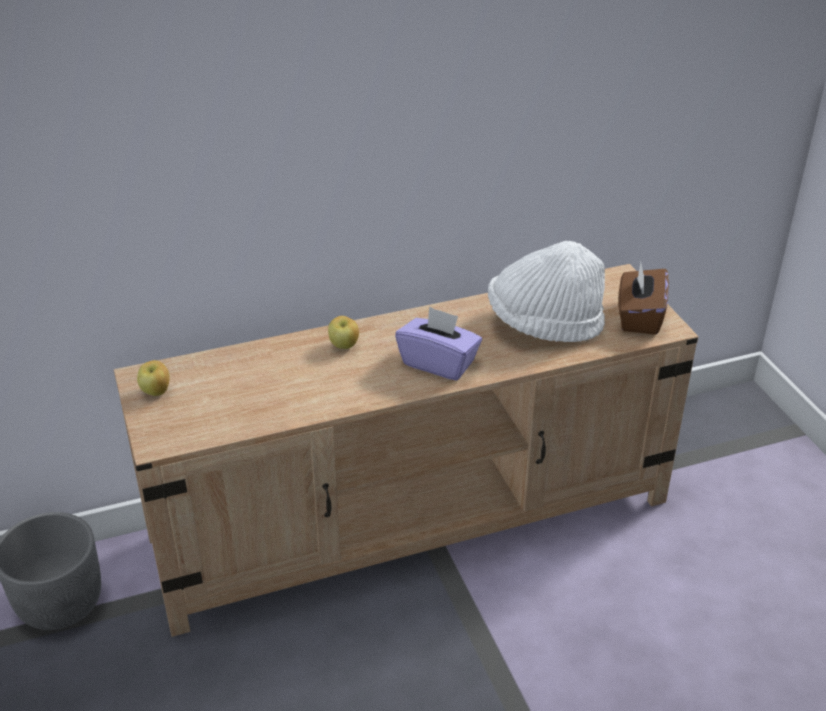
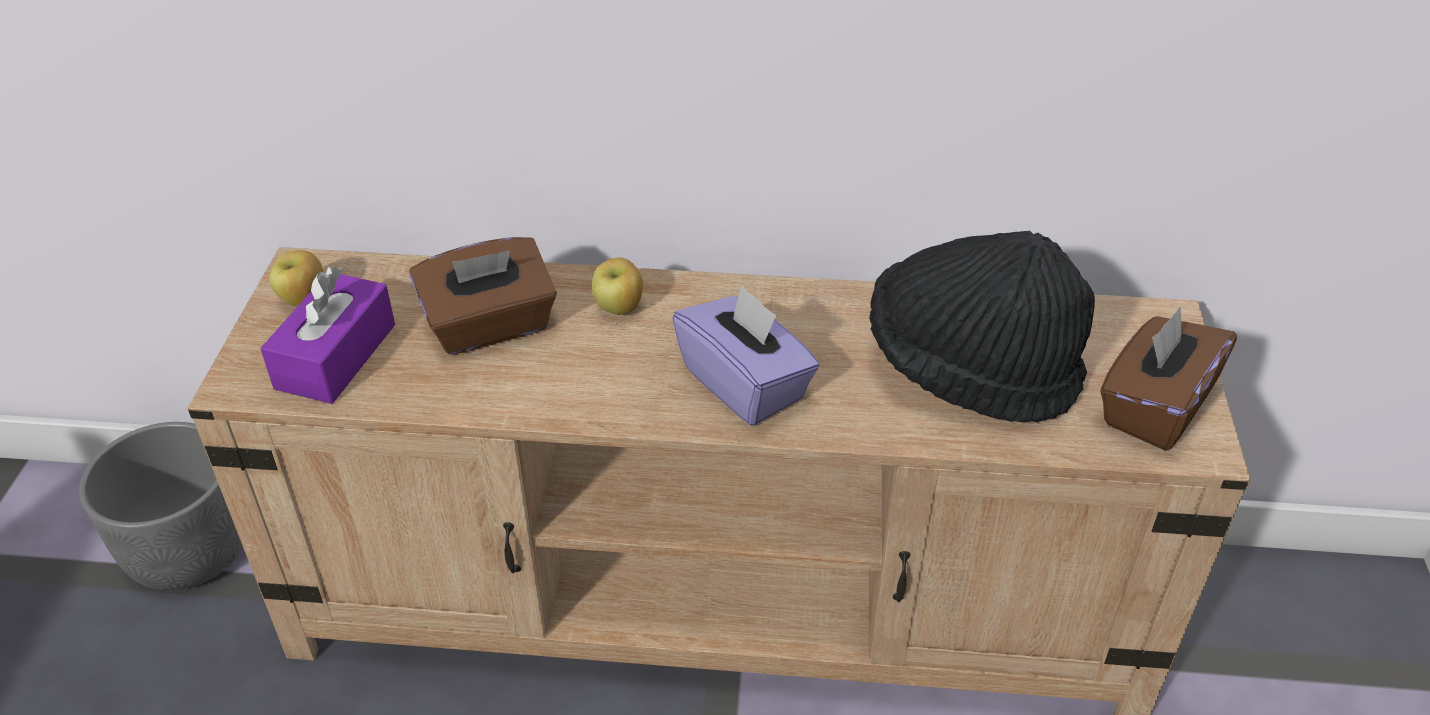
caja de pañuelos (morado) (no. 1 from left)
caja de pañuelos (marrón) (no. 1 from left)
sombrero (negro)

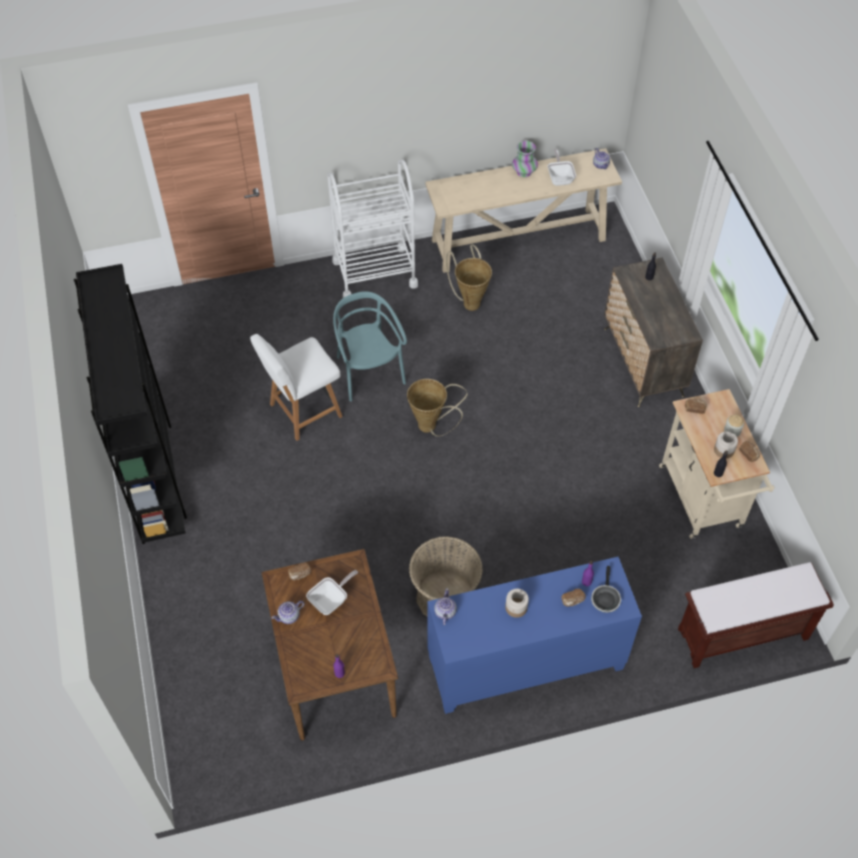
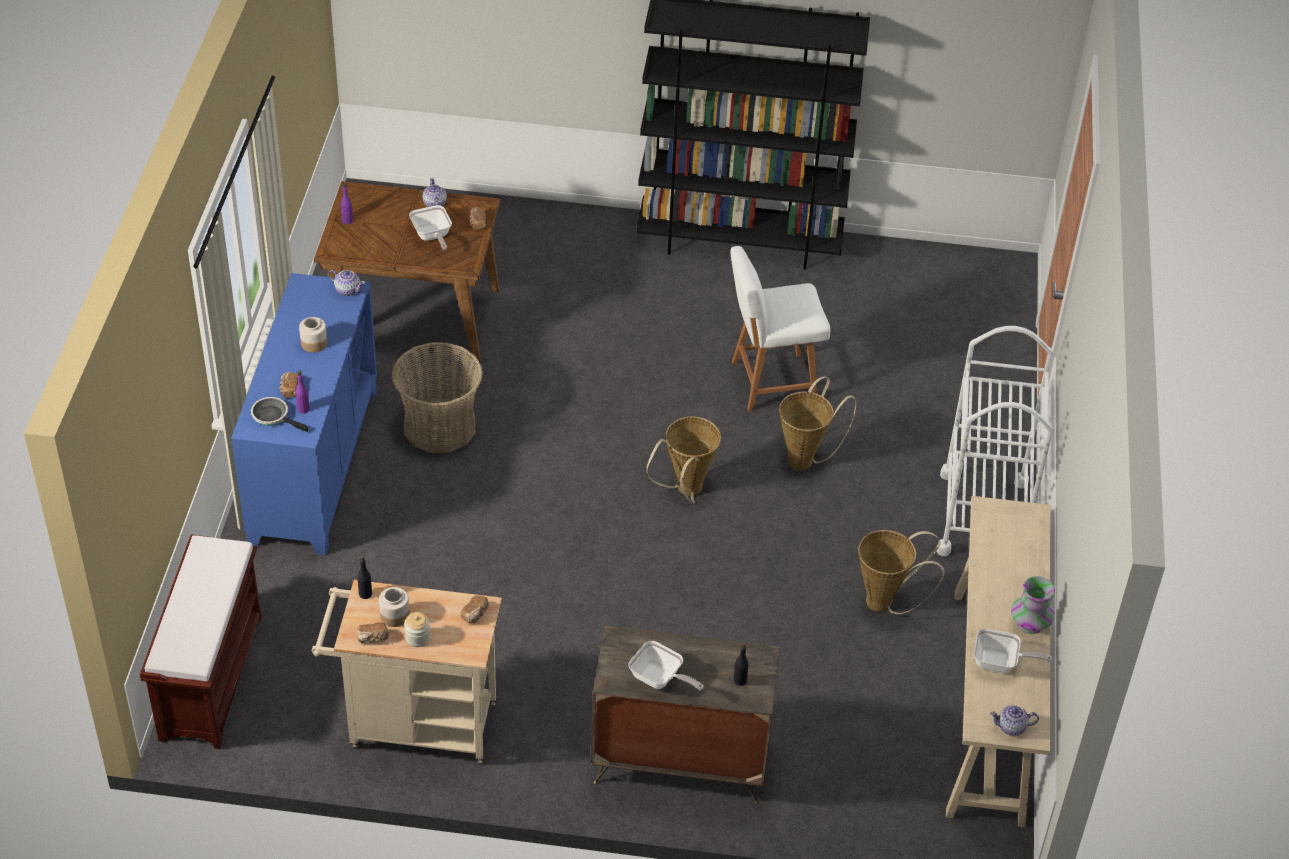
sartén (no. 3 from left)
cesta (no. 3 from left)
silla (blanco)

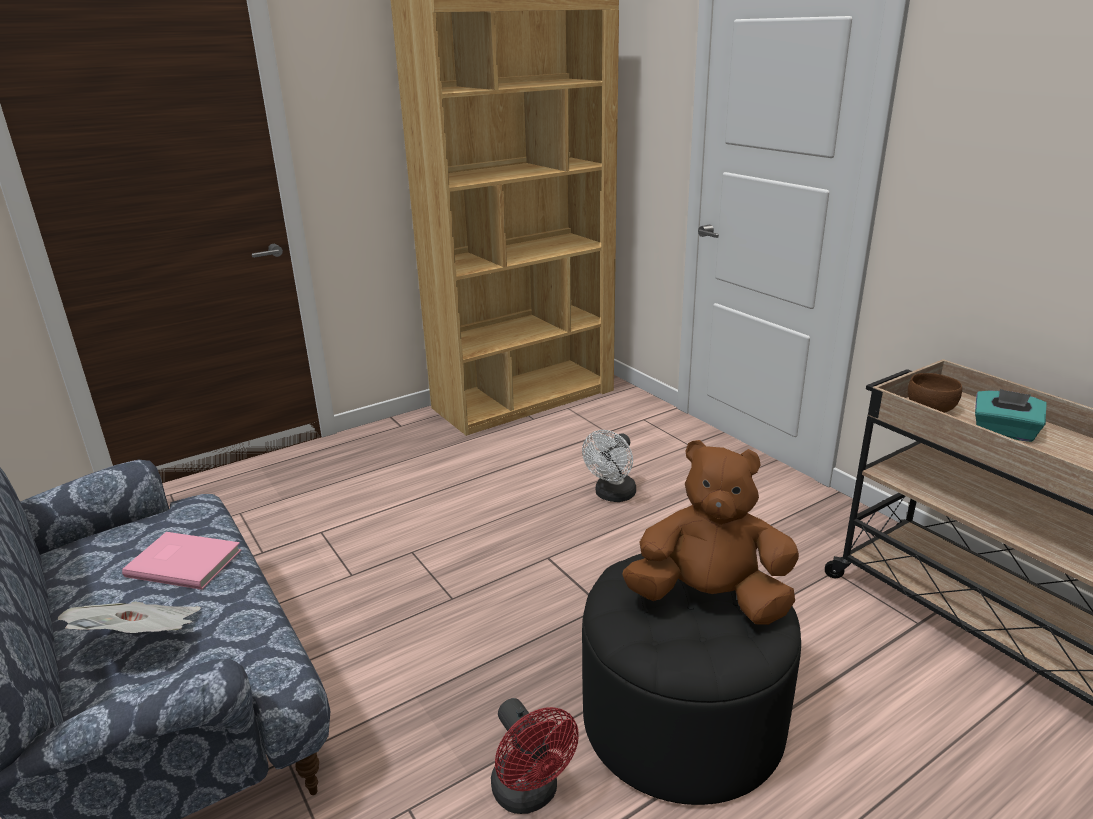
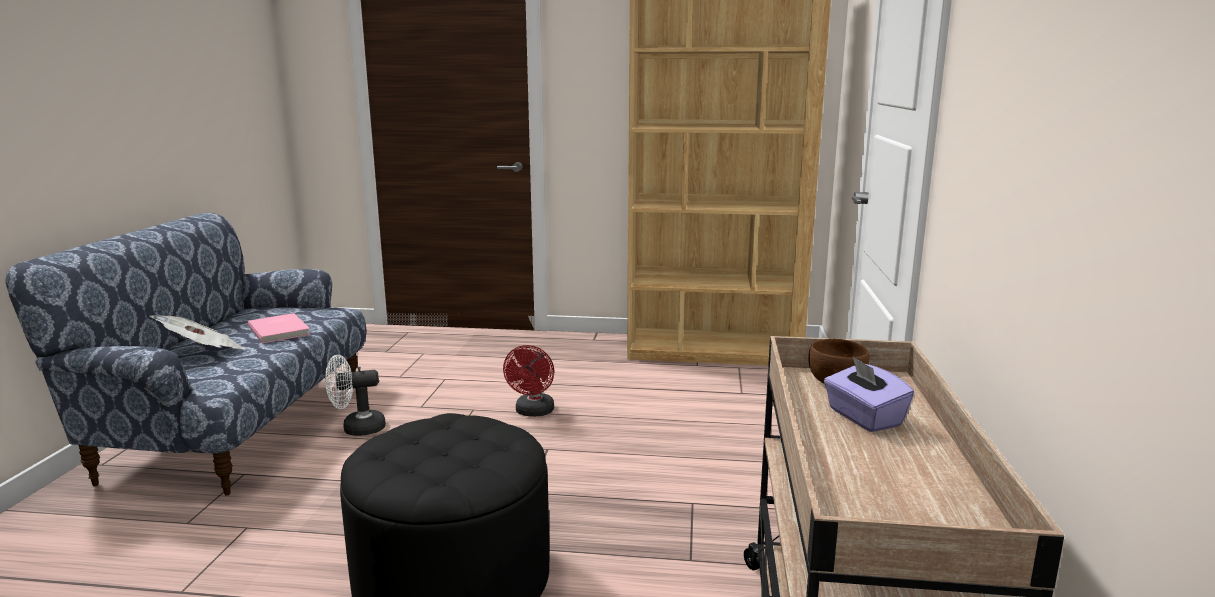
peluche (marrón)
ventilador (rojo)
ventilador (blanco)
caja de pañuelos (morado)

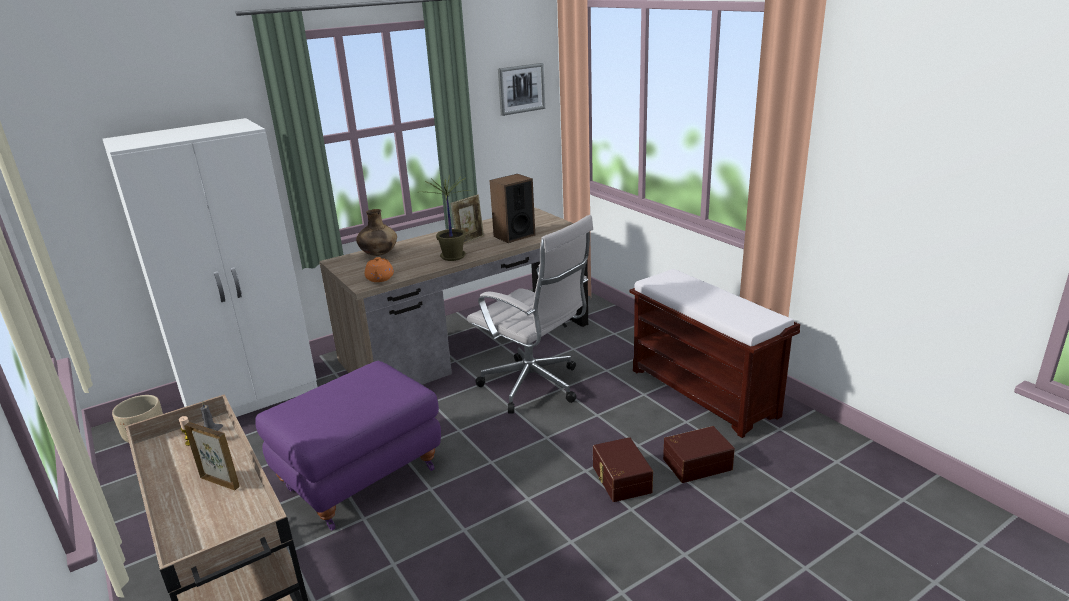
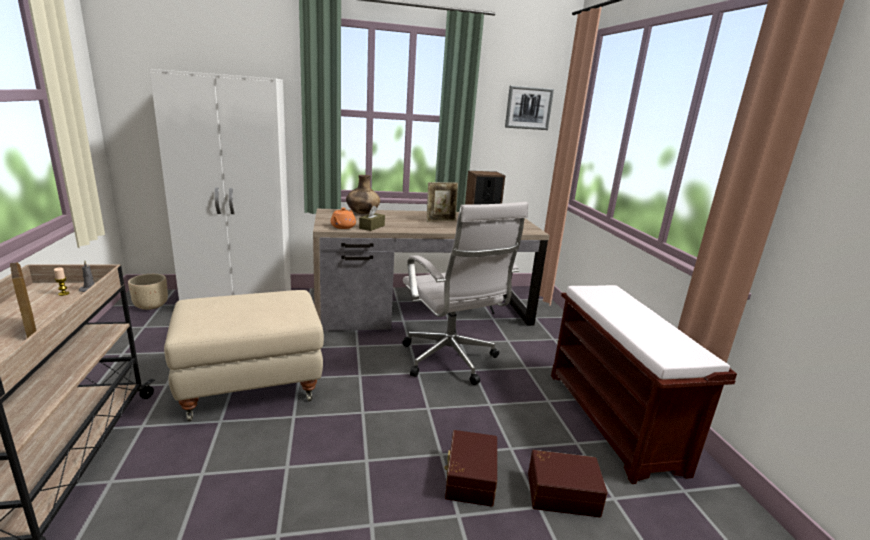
planta en maceta
caja de pañuelos (marrón)
puf (beis)

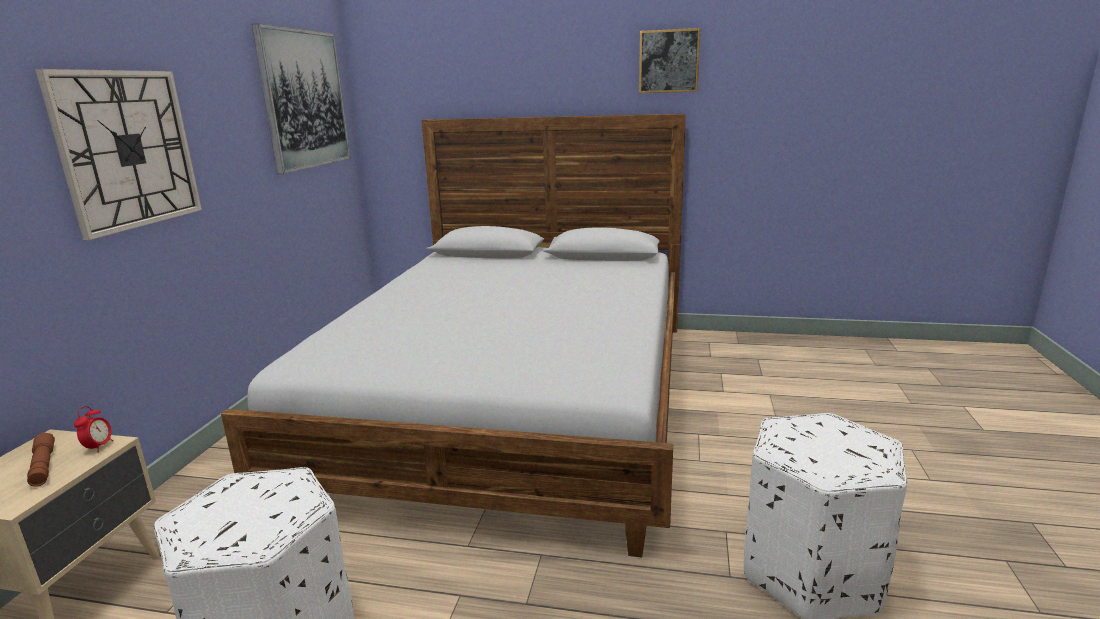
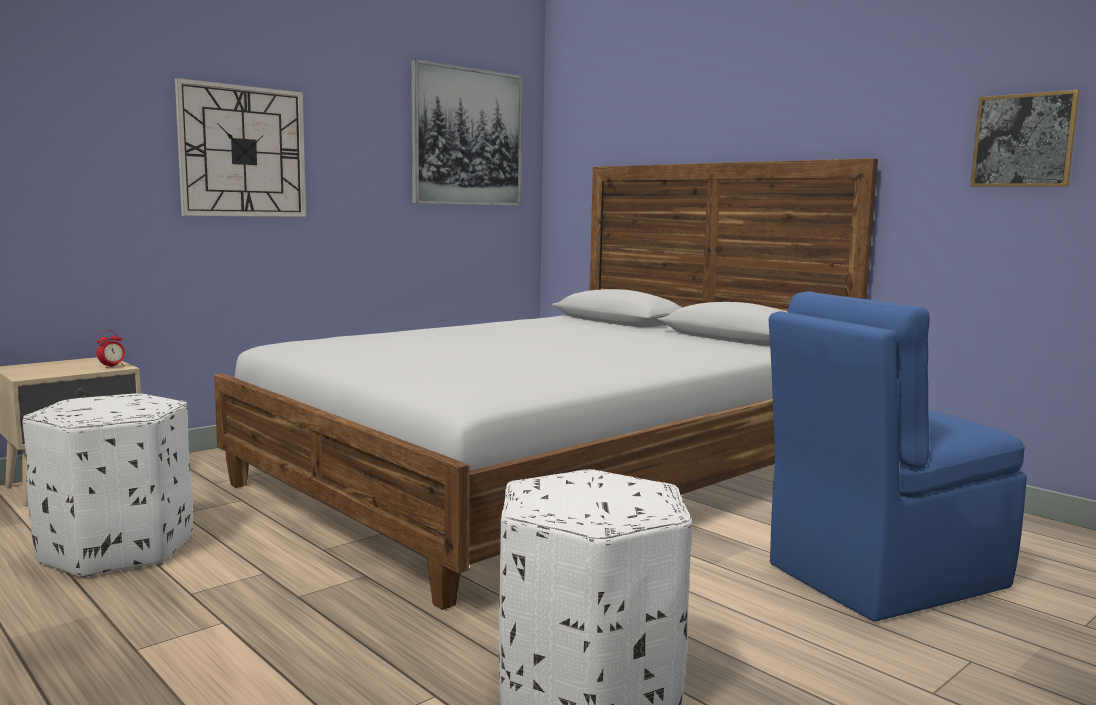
linterna (marrón)
silla (azul)
cuadro (no. 2 from left)

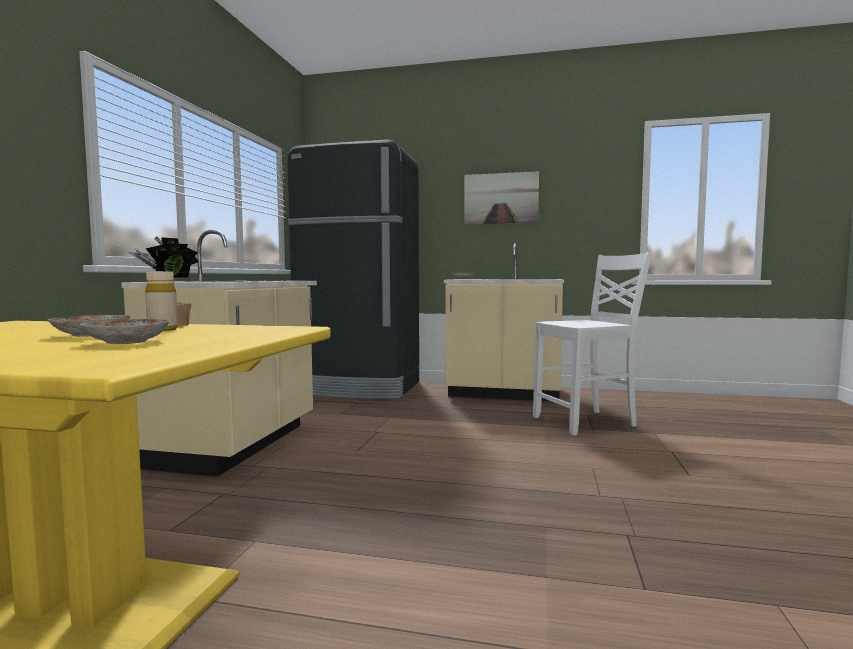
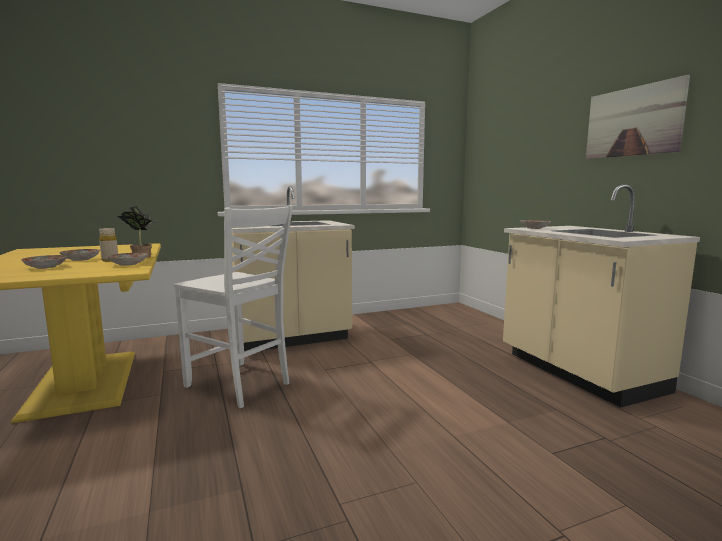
nevera (negro)
plato (no. 3 from left)
silla (blanco)

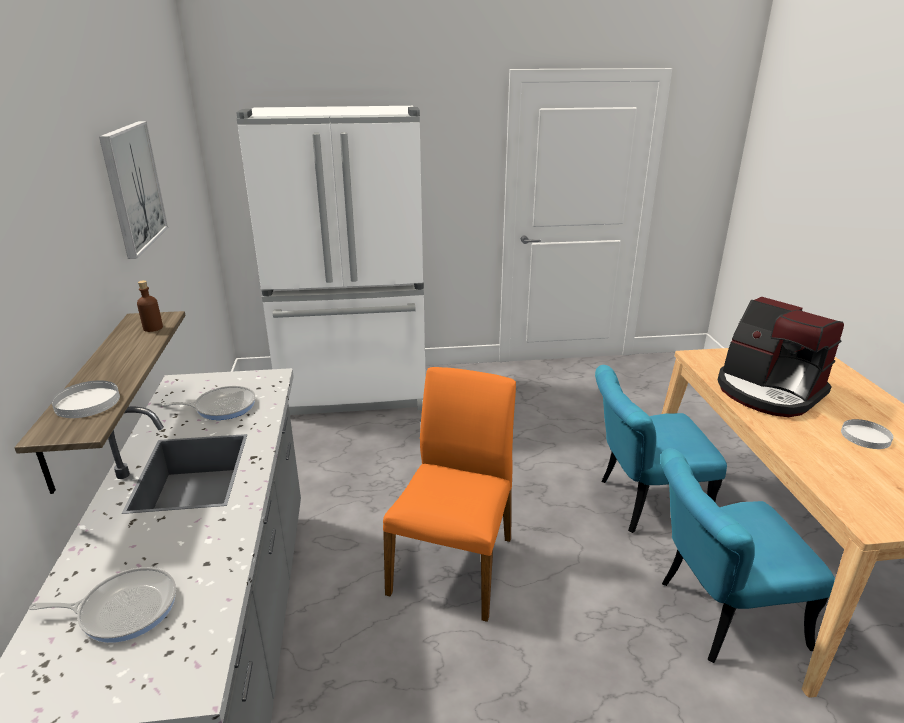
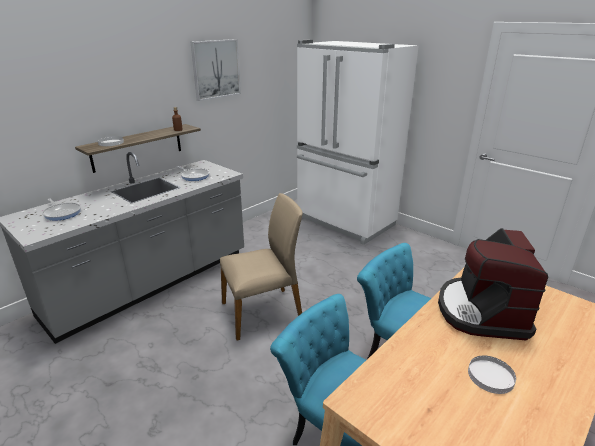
silla (beis)

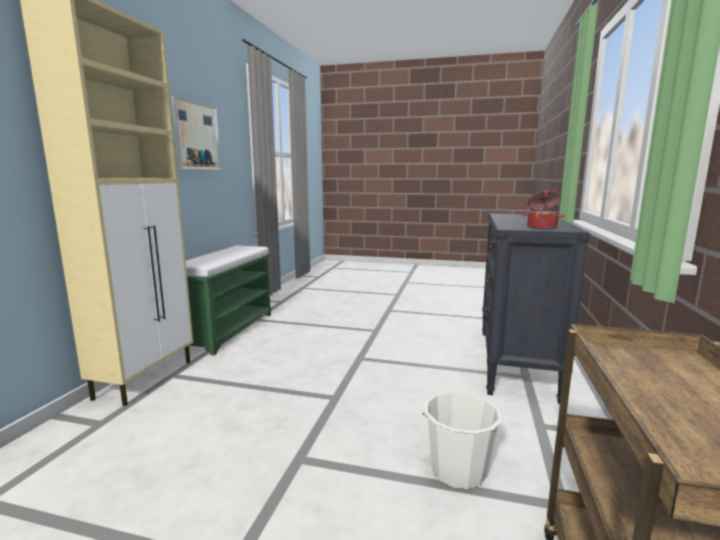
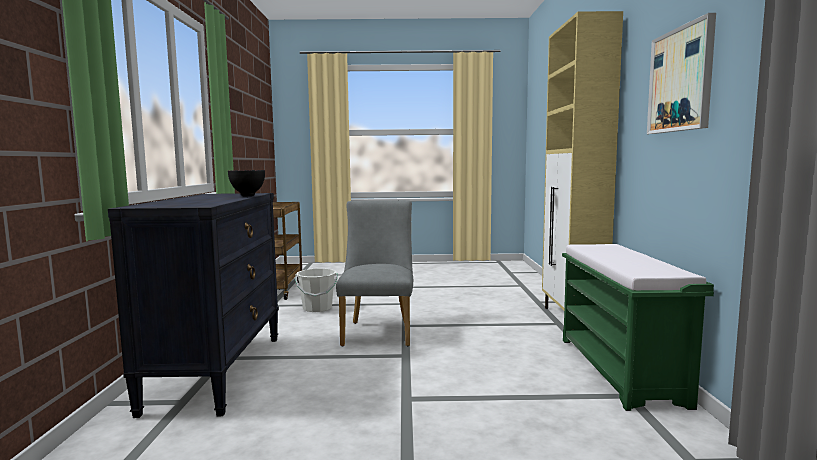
olla
cuenco (negro)
silla (gris)

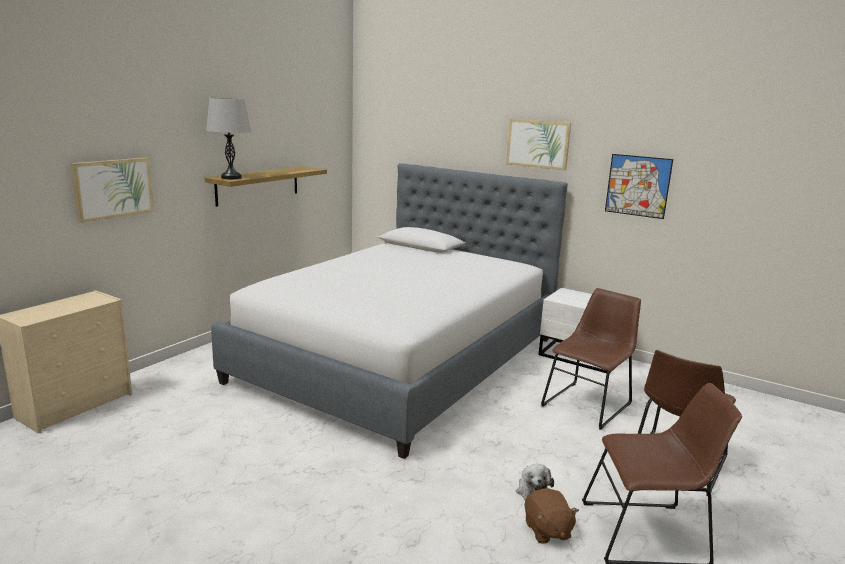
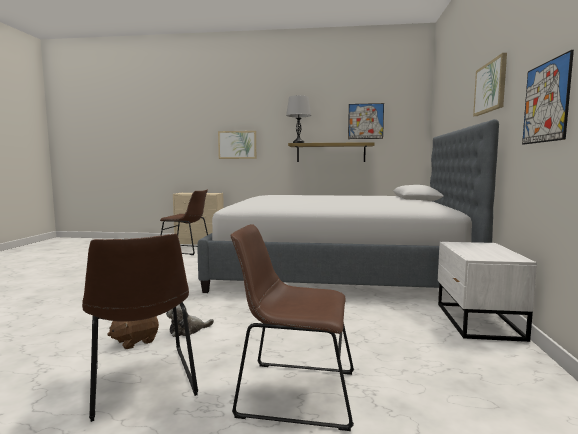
cuadro (no. 2 from left)
silla (marrón) (no. 2 from left)

